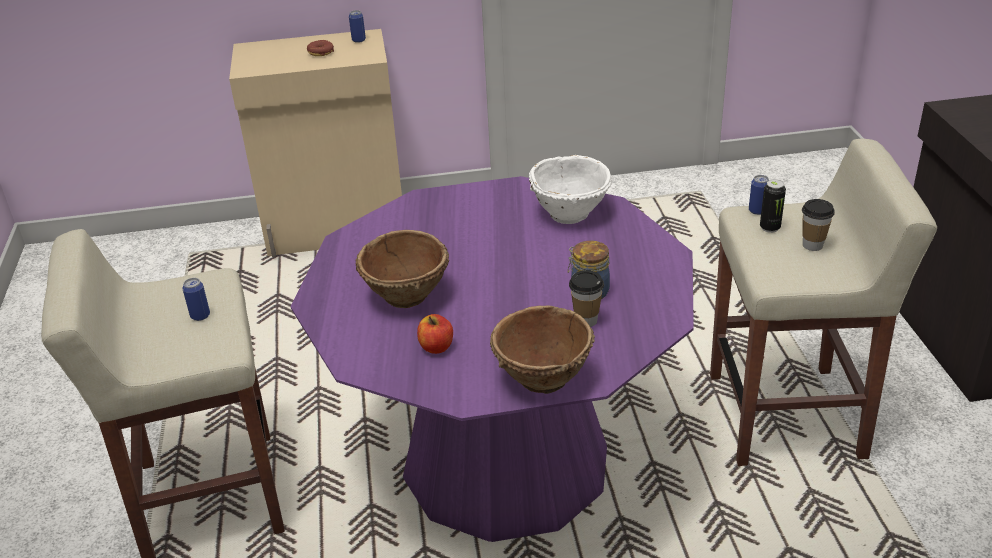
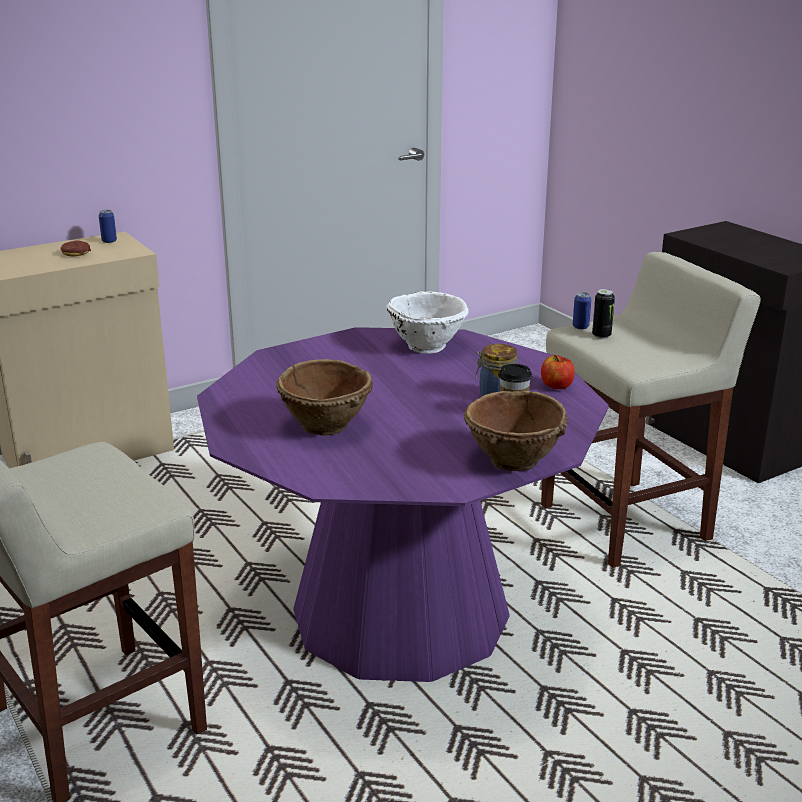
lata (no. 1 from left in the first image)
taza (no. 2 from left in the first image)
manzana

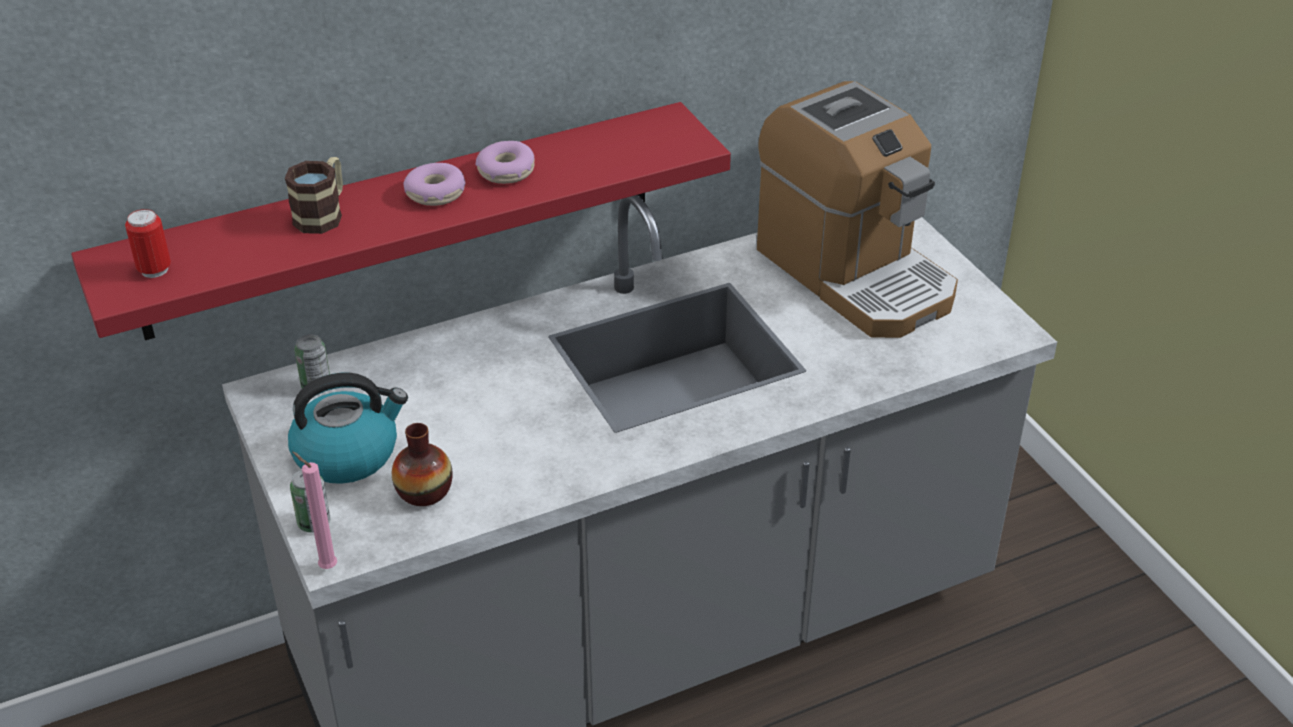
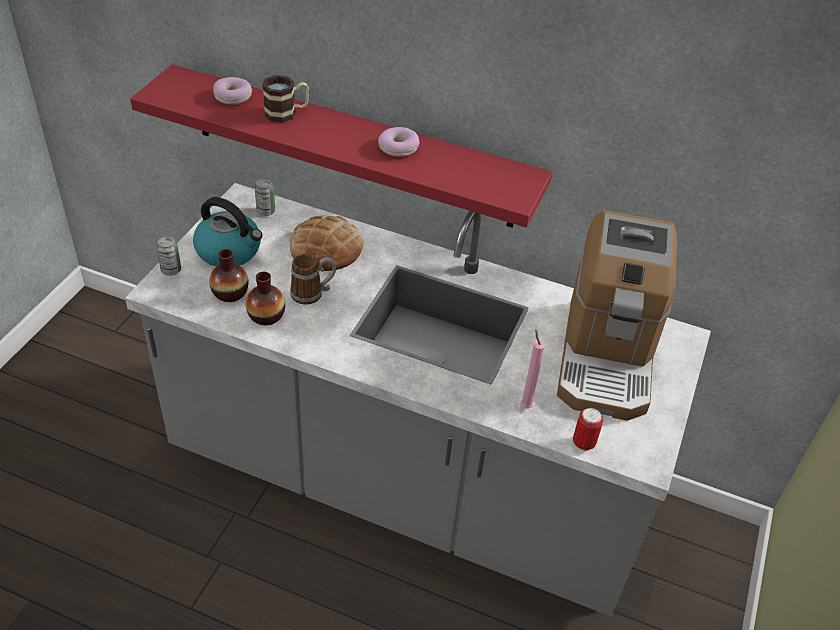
florero (no. 2 from left)
pan
taza grande (no. 2 from left)
lata (no. 3 from left)
vela (rosa)
rosquilla (no. 1 from left)

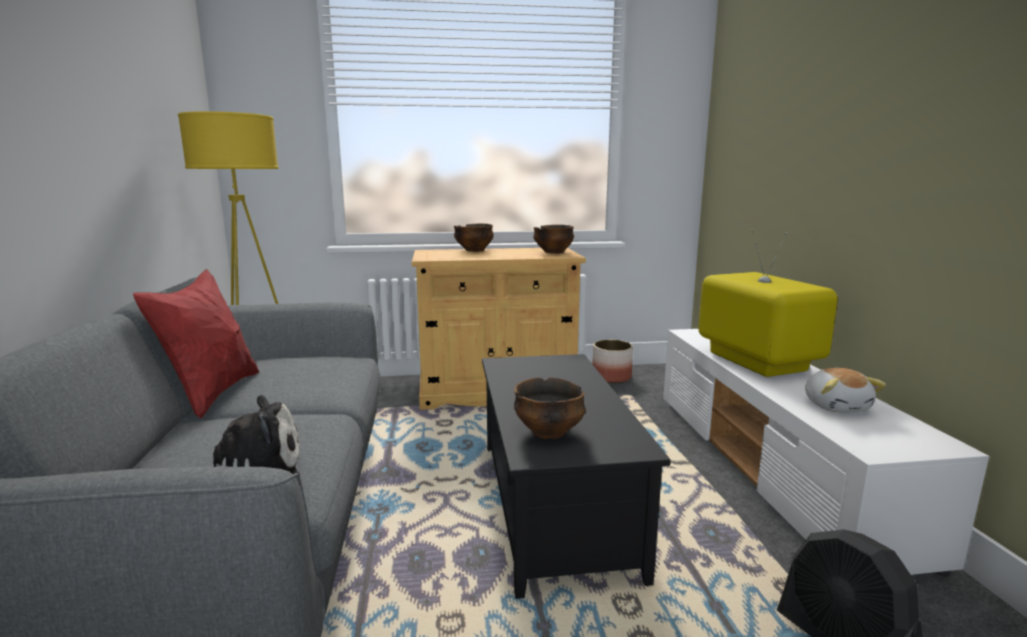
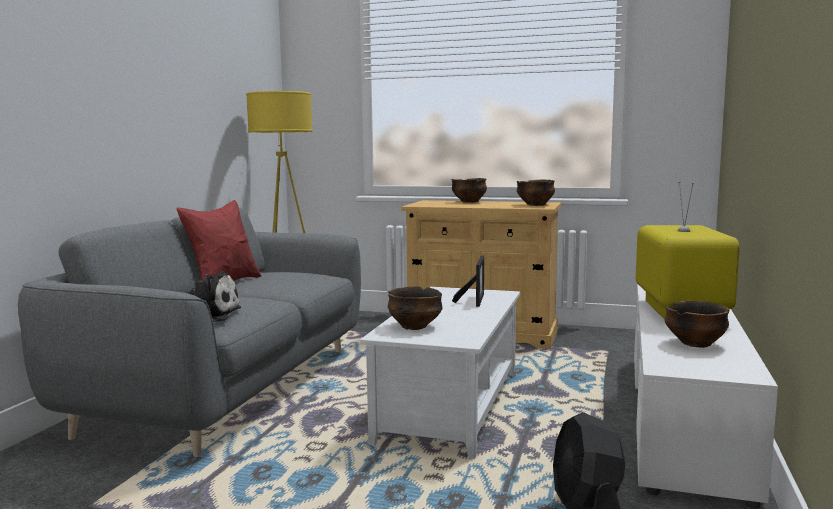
maceta
portarretratos
cuenco (no. 4 from left)
mesa de centro (blanco)

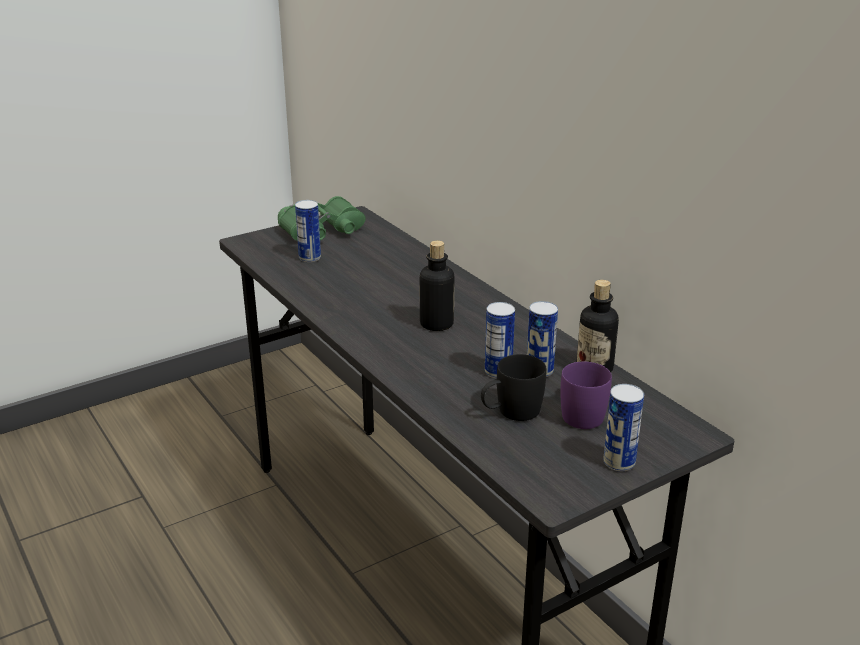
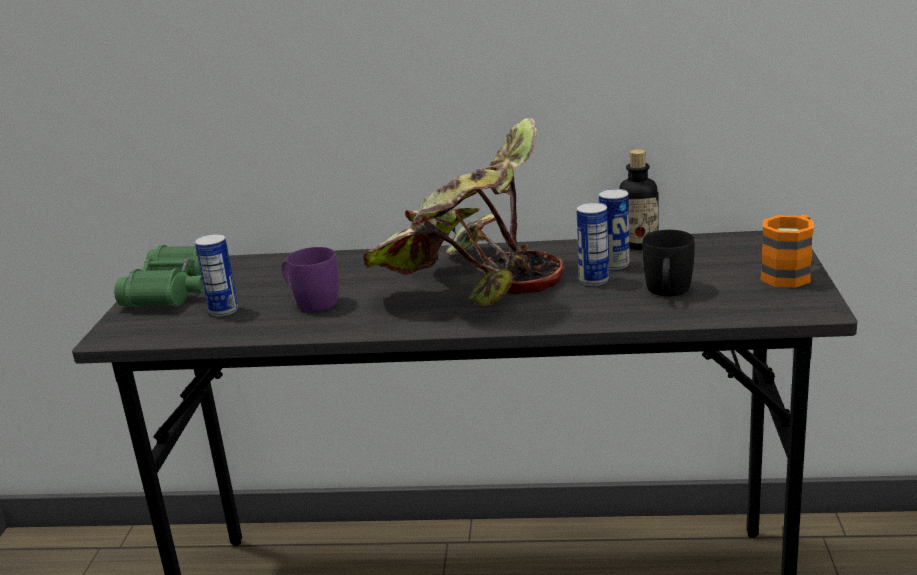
taza grande (morado)
planta en maceta
taza grande (naranja)

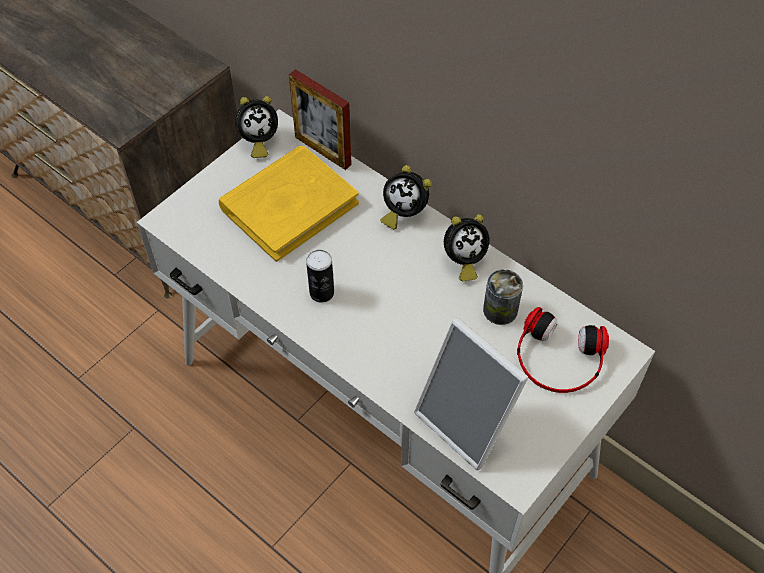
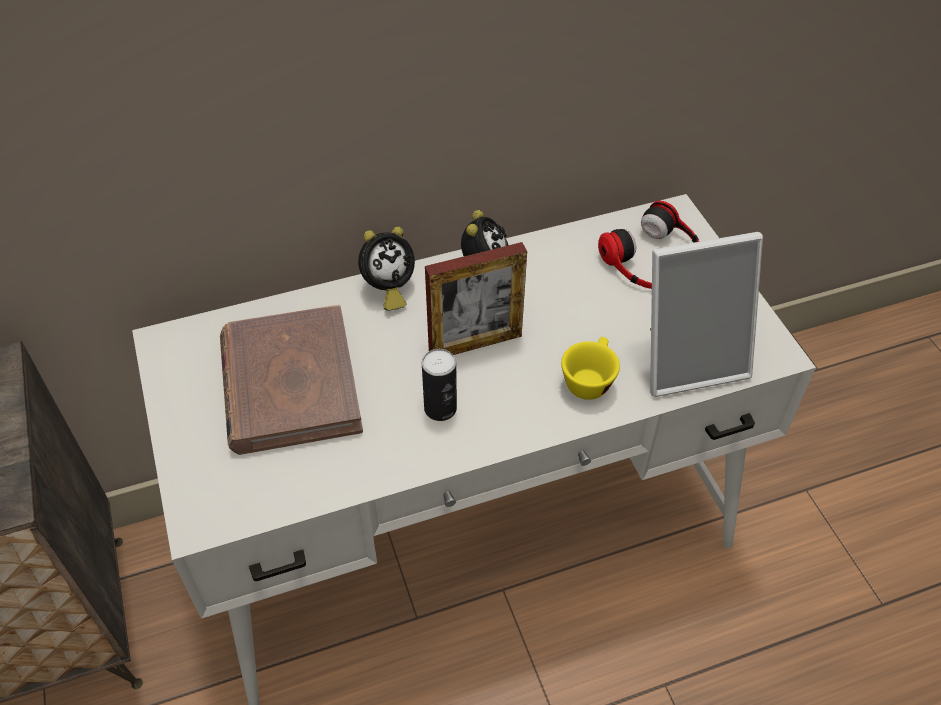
despertador (no. 1 from left in the first image)
lata (no. 2 from left in the first image)
taza (amarillo)
portarretratos (no. 1 from left)
libro (marrón)

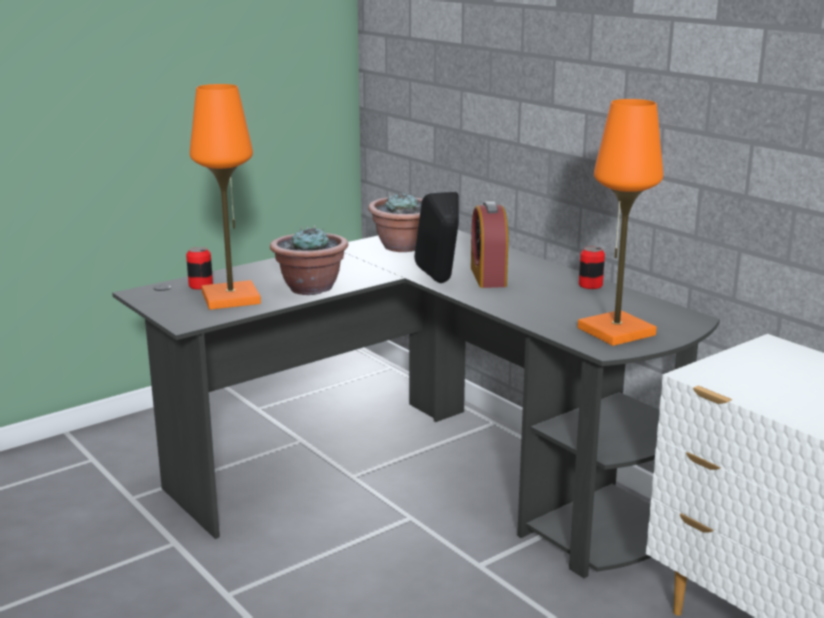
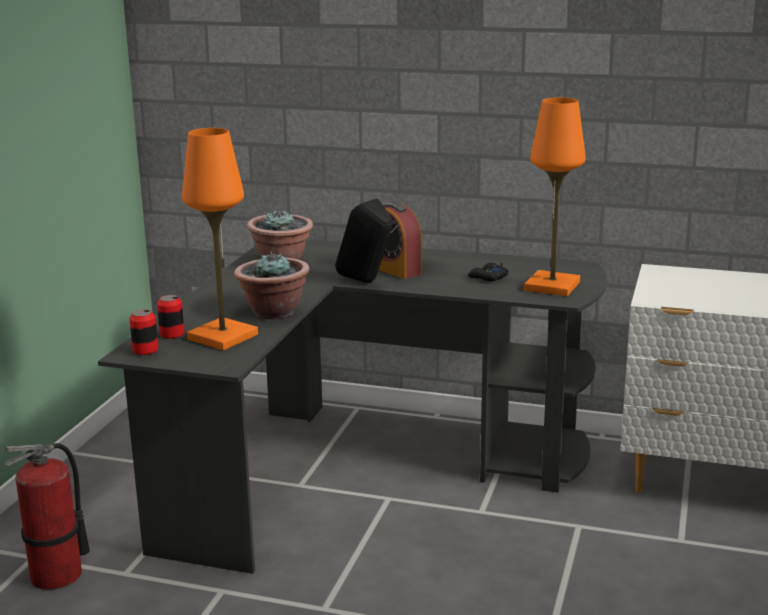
extintor
mando de consola (negro)
lata (no. 1 from left)

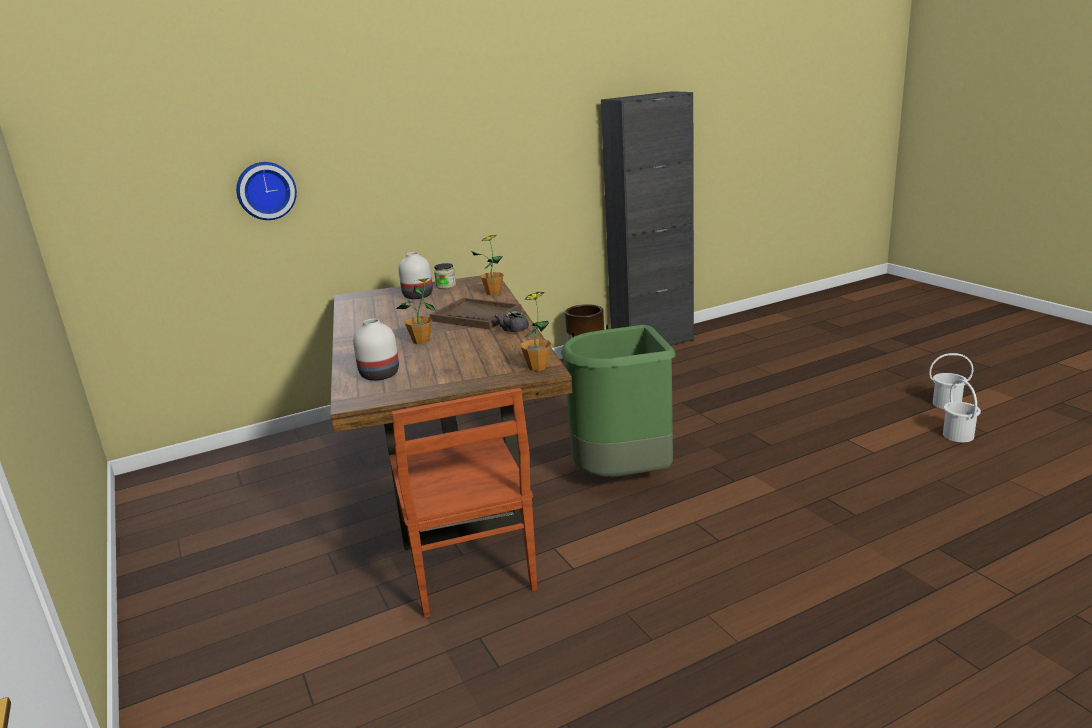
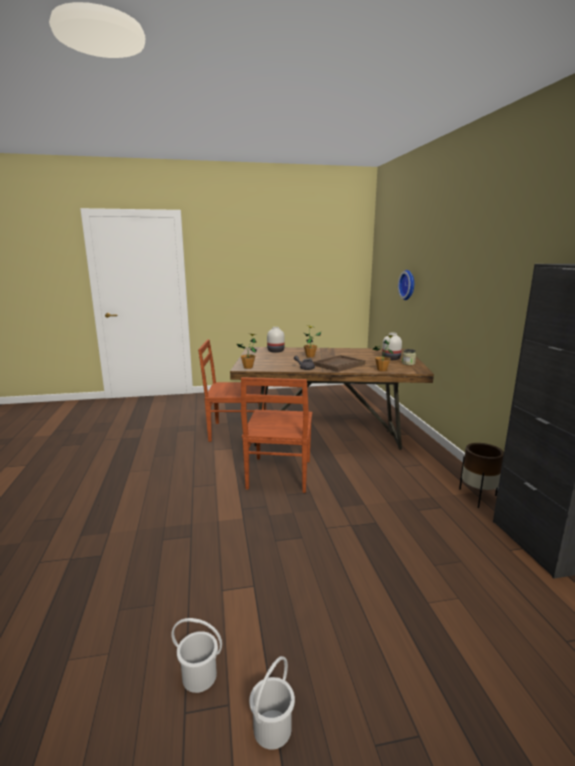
silla (marrón) (no. 2 from left)

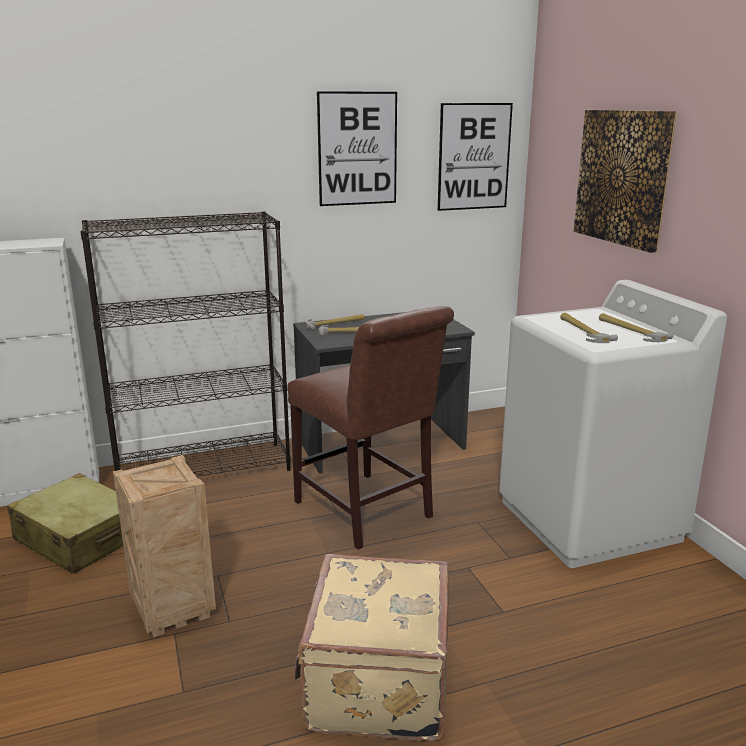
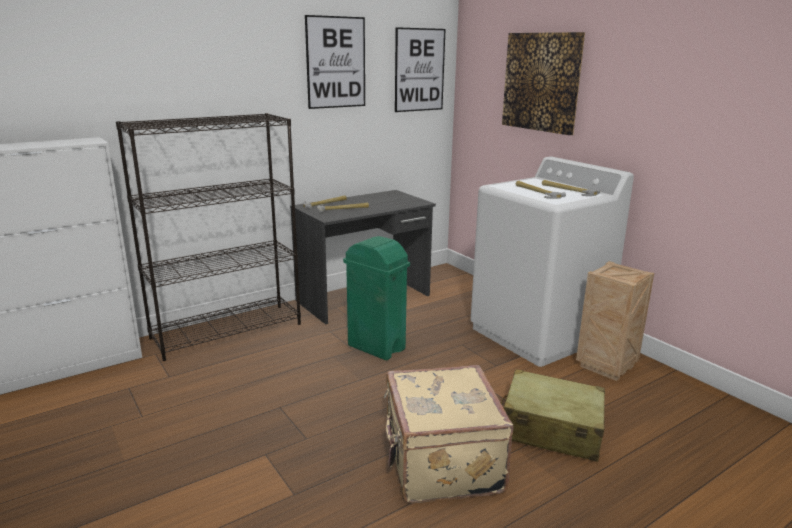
maleta (beis) (no. 2 from left)
caja de embalaje
papelera (verde)

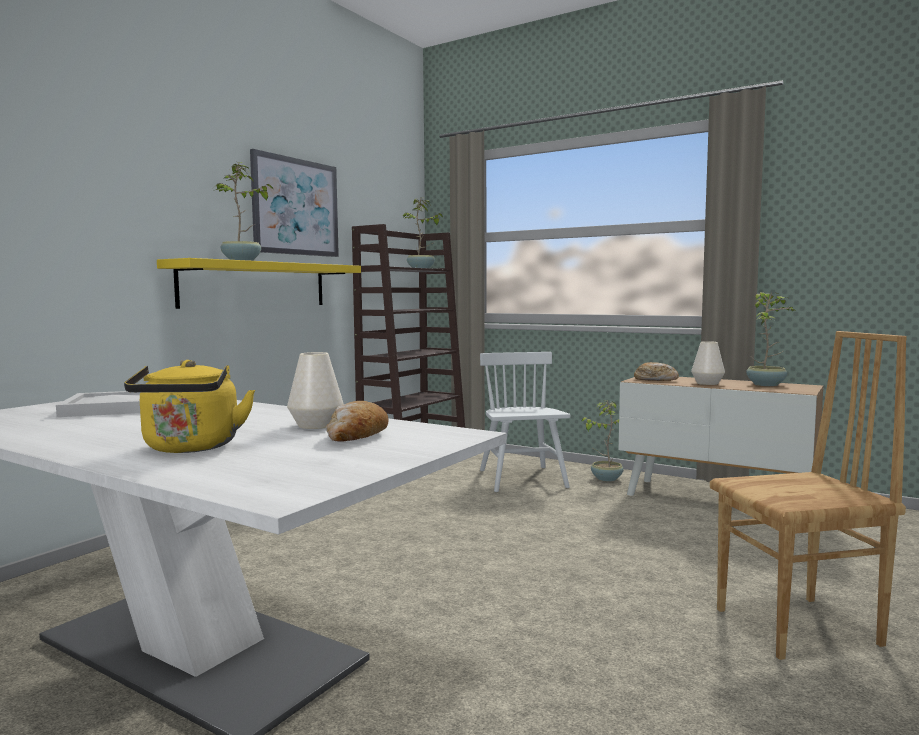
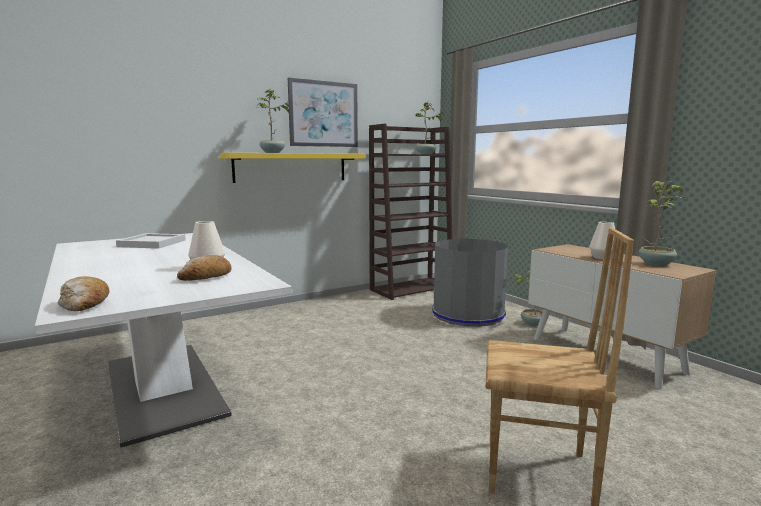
hervidor (amarillo)
pan (no. 1 from left)
papelera (gris)

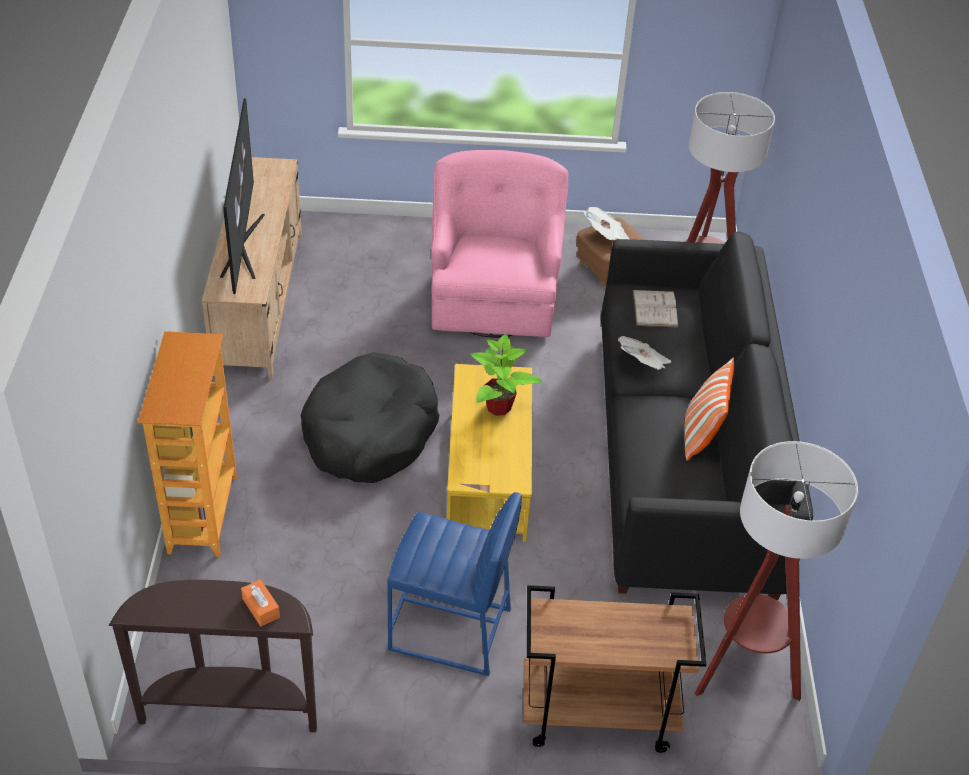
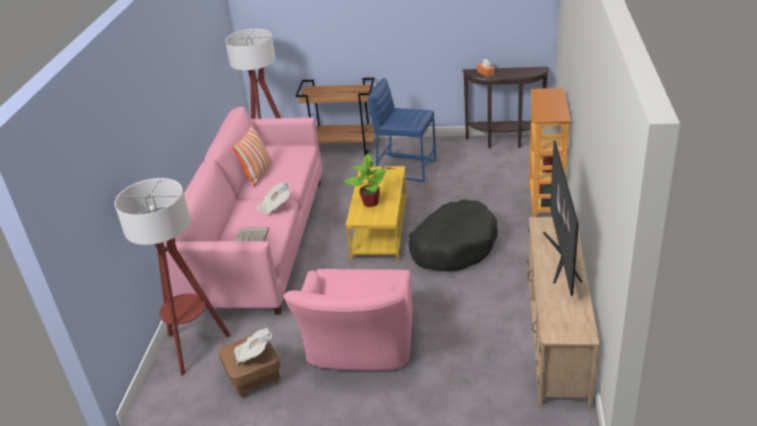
sofá (rosa)

